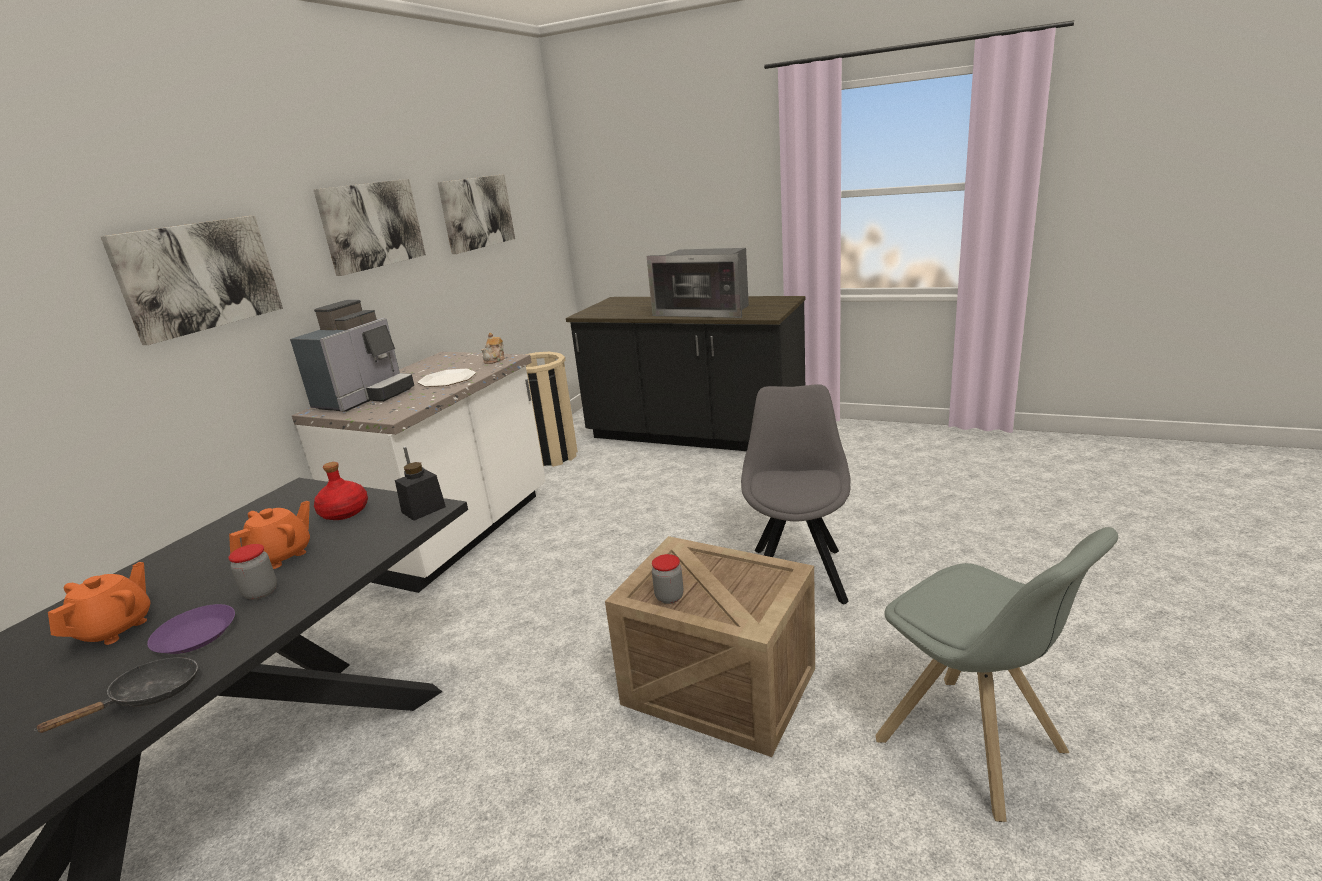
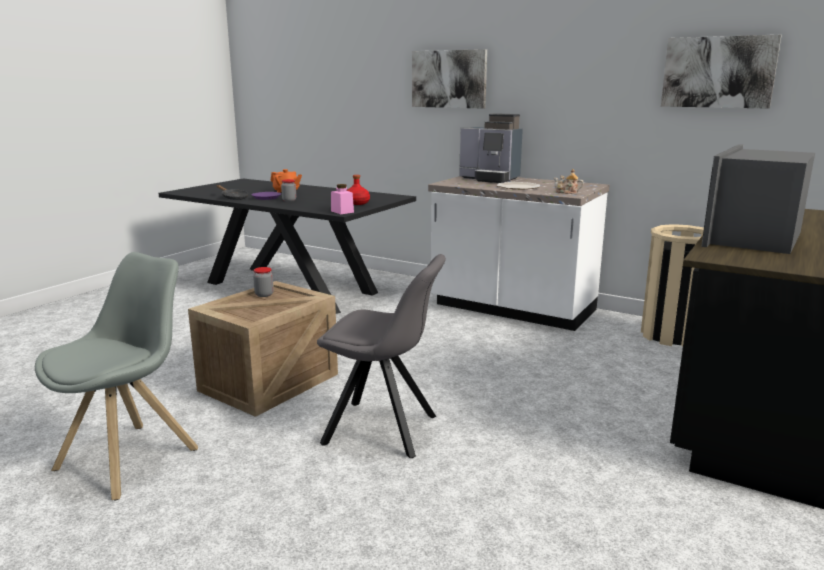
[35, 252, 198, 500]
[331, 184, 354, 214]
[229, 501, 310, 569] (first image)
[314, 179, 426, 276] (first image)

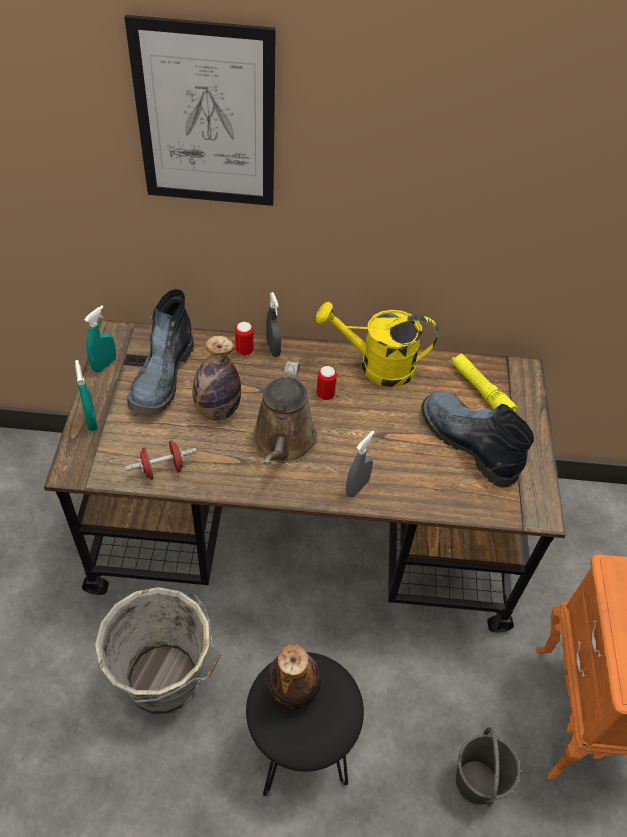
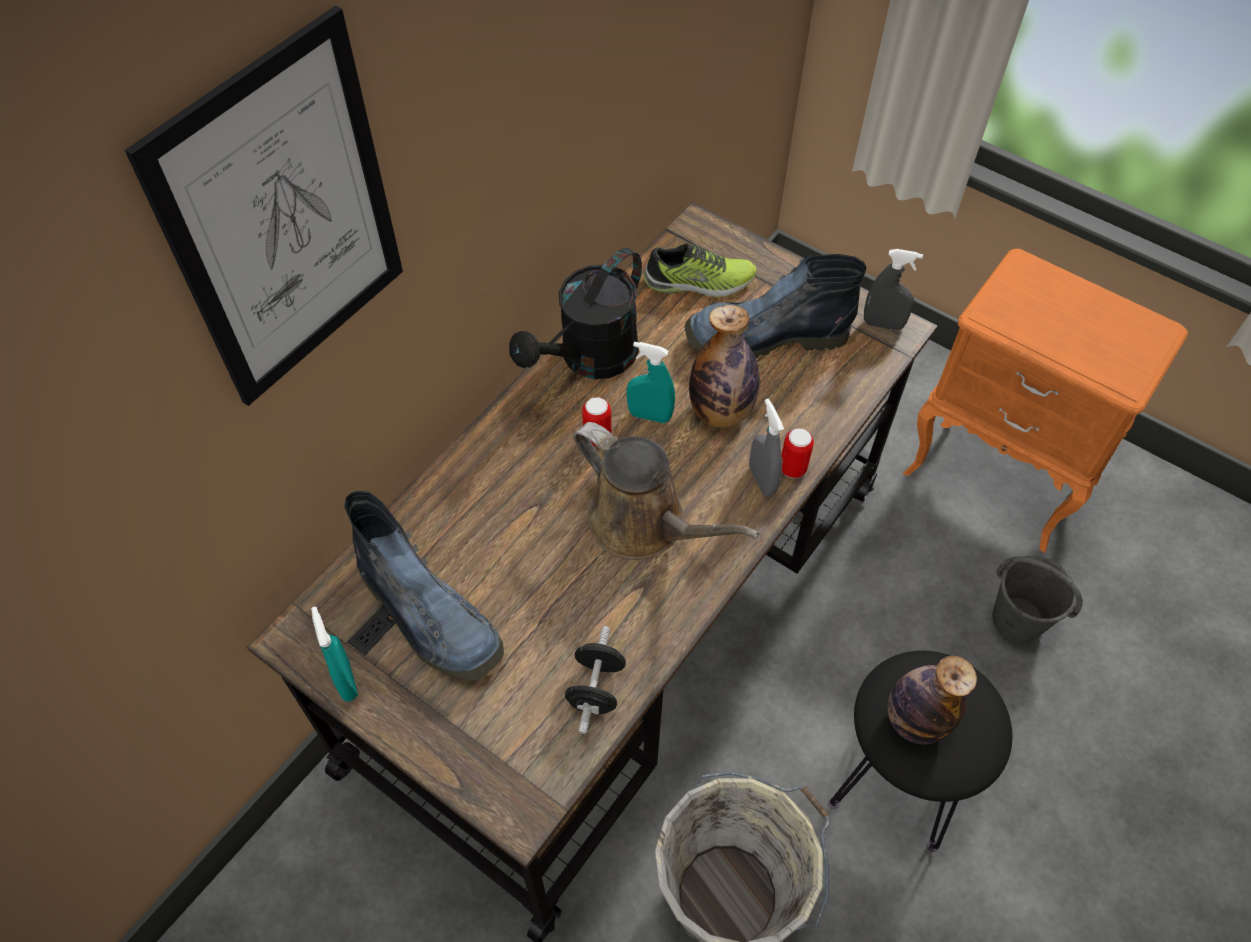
[509, 248, 642, 379]
[565, 626, 626, 734]
[627, 342, 675, 423]
[644, 243, 756, 297]
[689, 305, 760, 427]
[781, 428, 814, 478]
[864, 249, 923, 330]

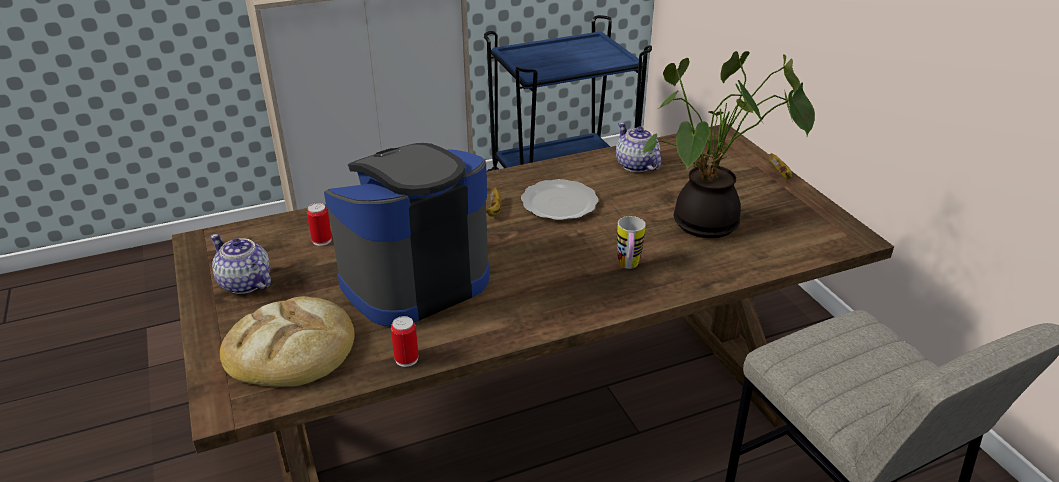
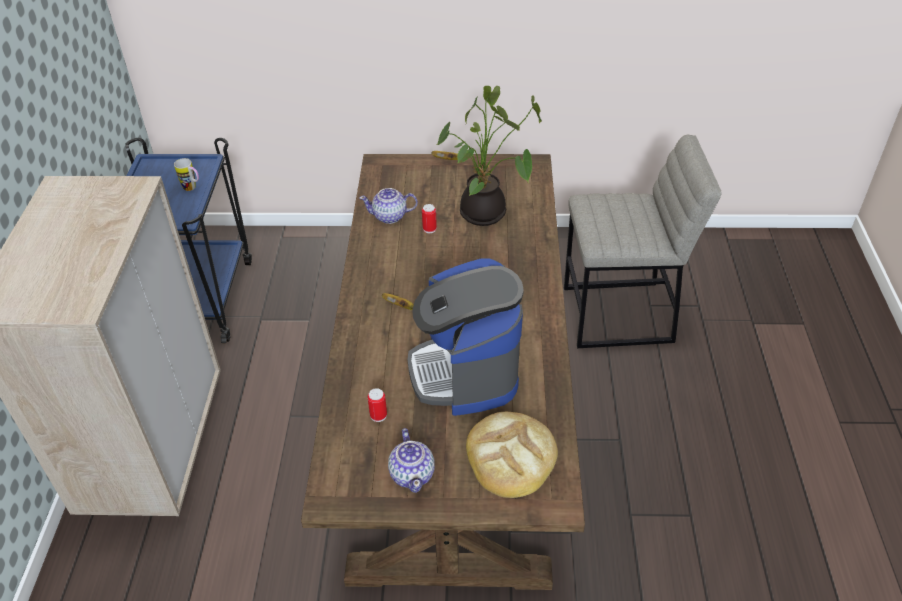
[174, 158, 199, 191]
[388, 428, 435, 493]
[422, 204, 437, 233]
[521, 179, 599, 220] (first image)

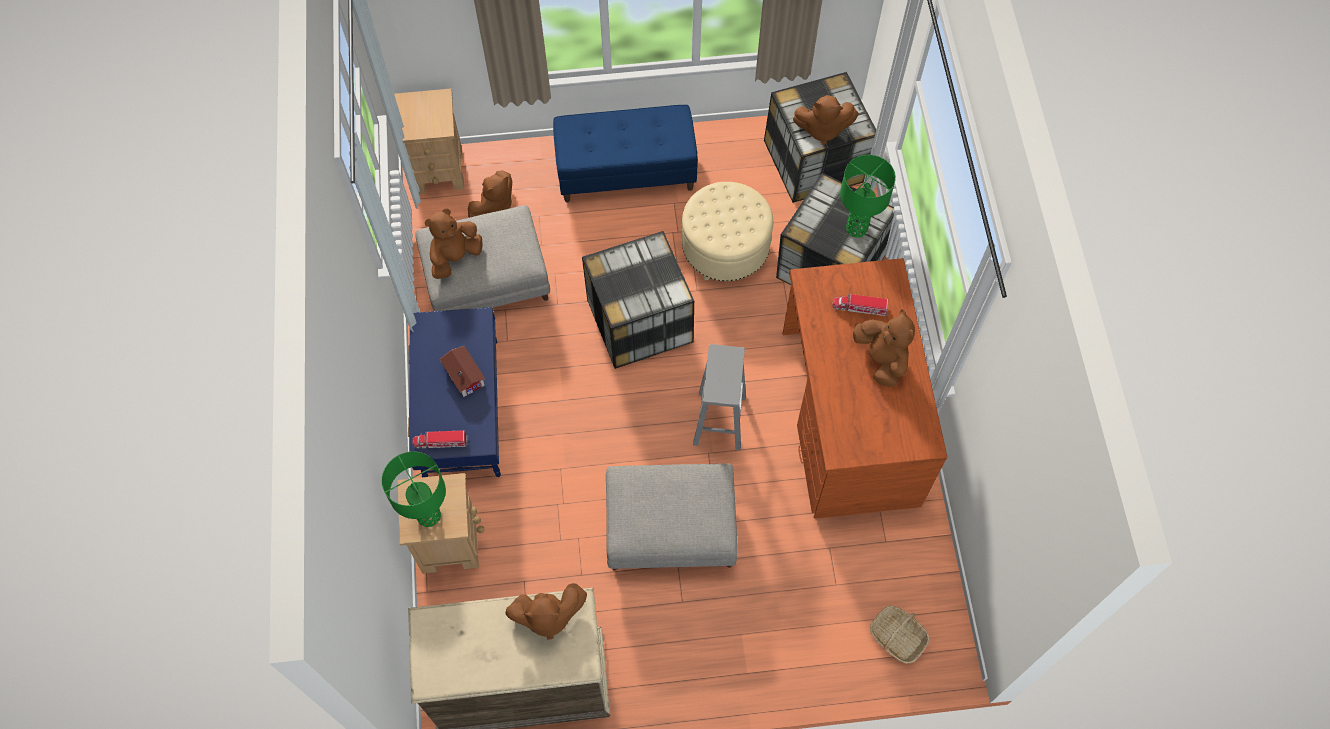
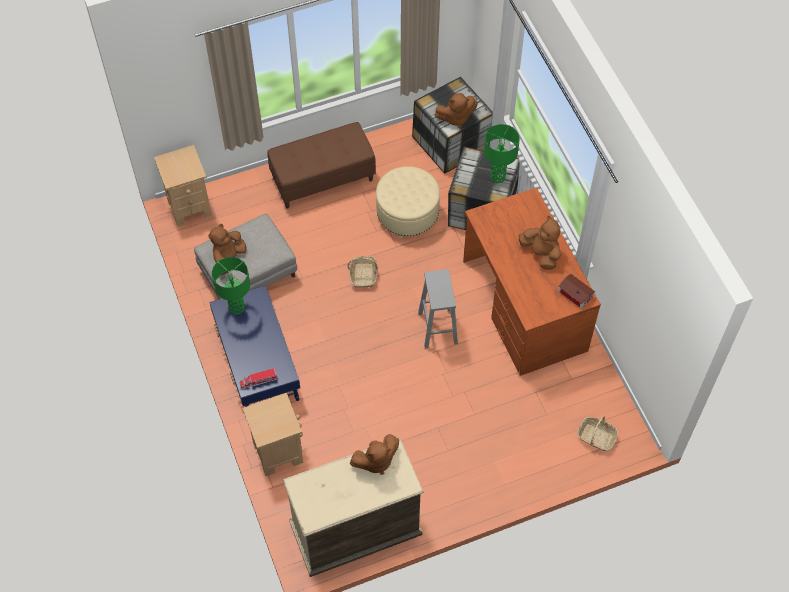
[212, 257, 250, 314]
[267, 122, 376, 208]
[347, 256, 378, 287]
[558, 273, 595, 309]
[468, 170, 512, 218] (first image)
[606, 463, 737, 571] (first image)
[833, 294, 888, 316] (first image)

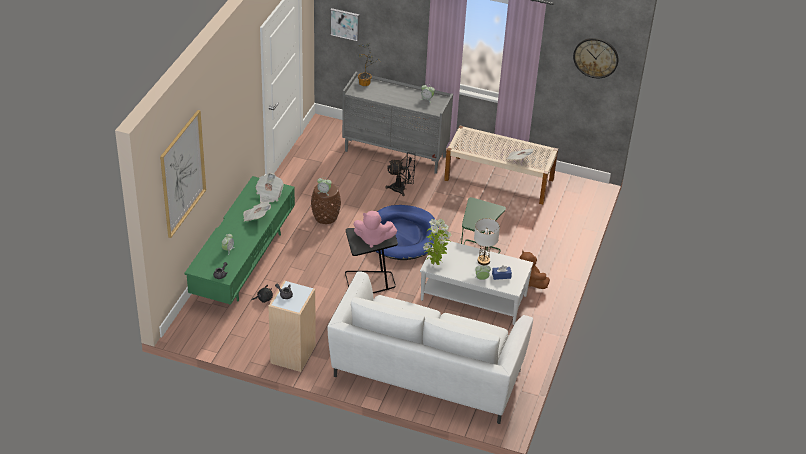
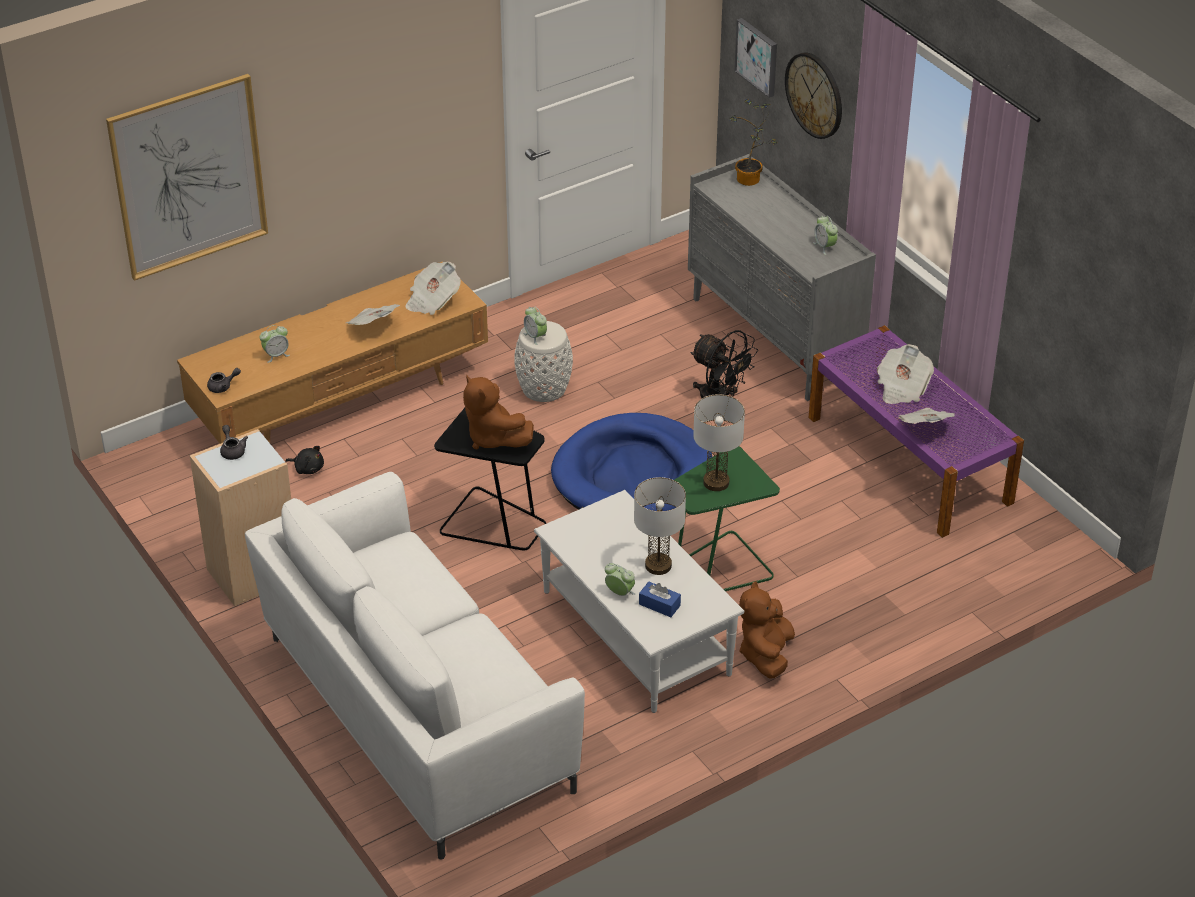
[177, 261, 488, 444]
[463, 375, 534, 449]
[514, 321, 573, 402]
[693, 394, 745, 491]
[785, 53, 842, 139]
[809, 325, 1024, 538]
[877, 344, 934, 404]
[423, 219, 451, 265] (first image)

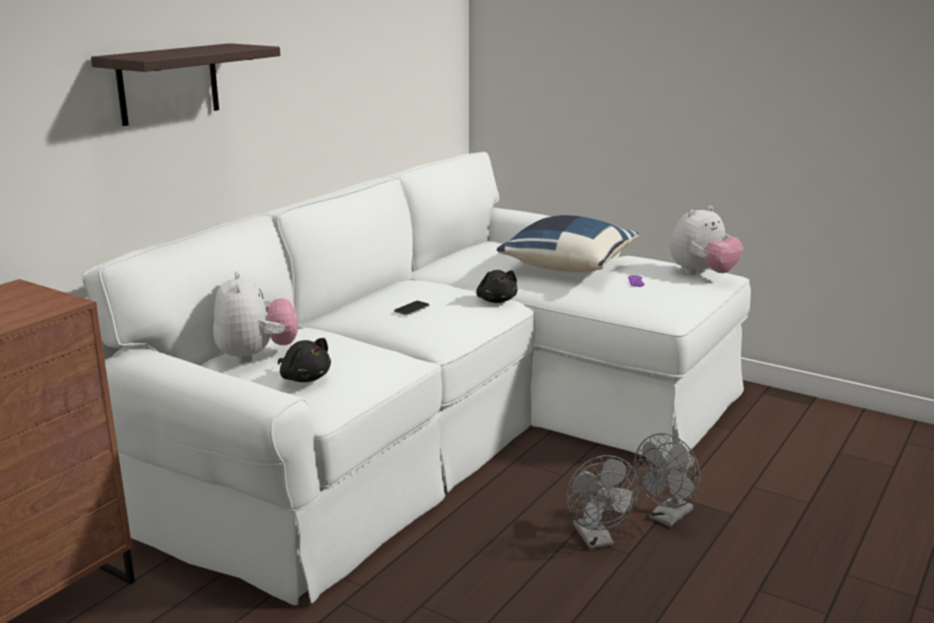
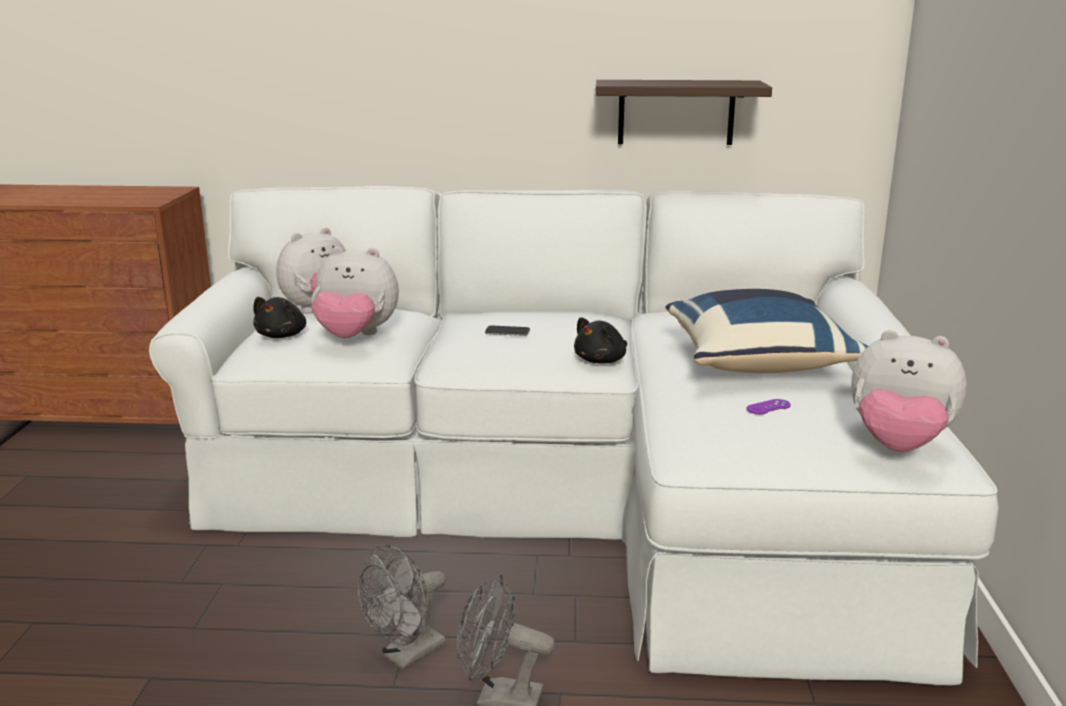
[311, 247, 399, 338]
[596, 80, 772, 145]

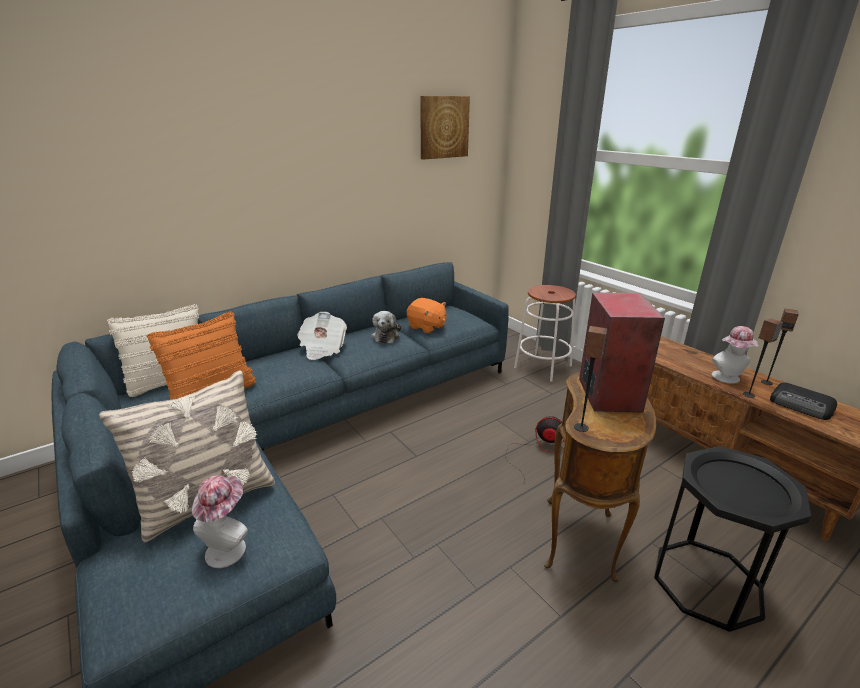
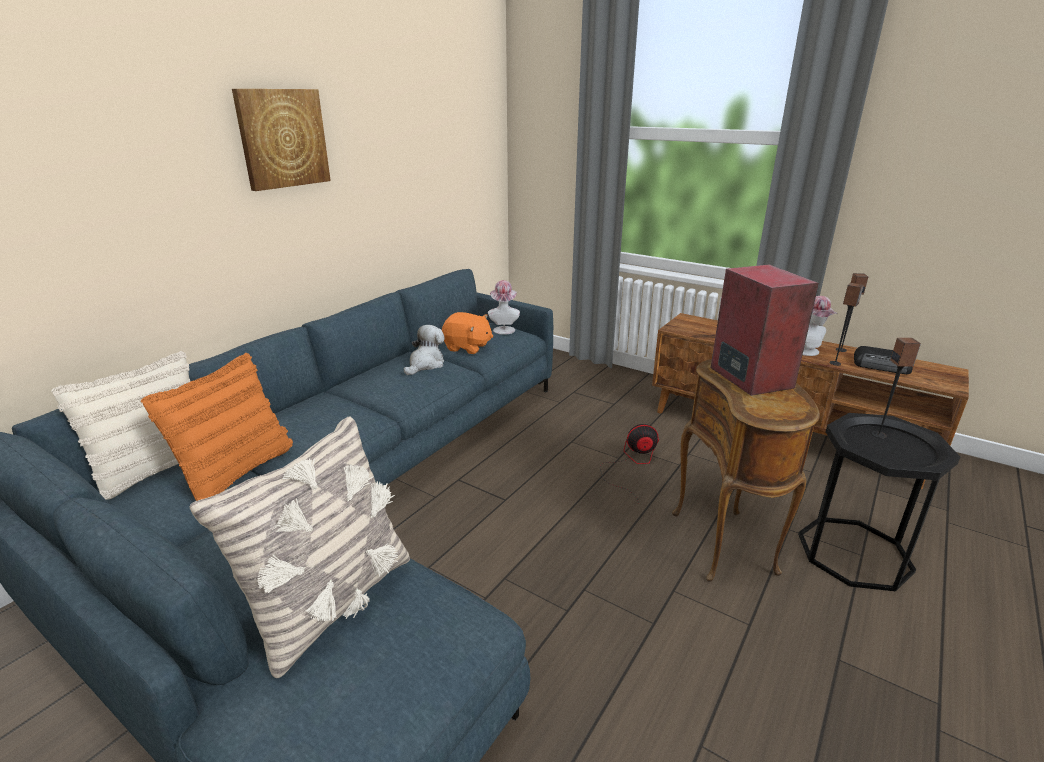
[232, 89, 331, 191]
[404, 325, 444, 375]
[488, 280, 520, 335]
[871, 338, 921, 439]
[297, 312, 347, 360] (first image)
[514, 285, 576, 382] (first image)

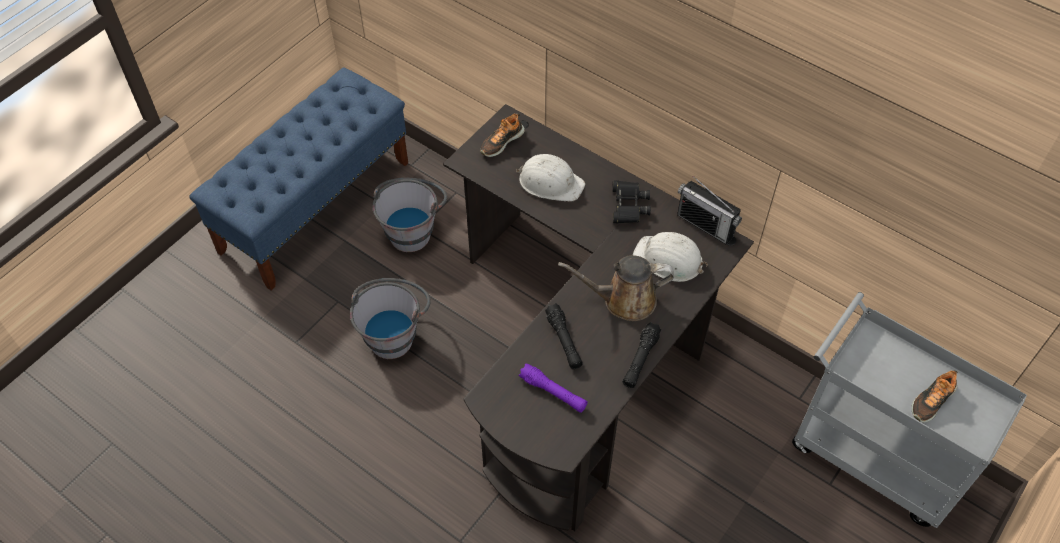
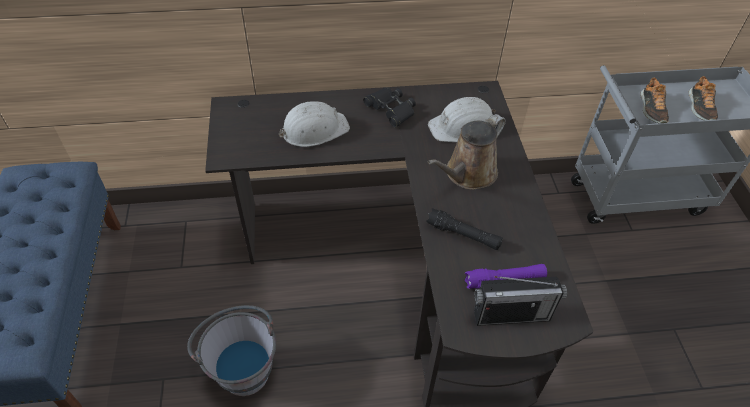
[474, 276, 567, 326]
[640, 77, 669, 123]
[373, 178, 447, 252] (first image)
[623, 322, 661, 388] (first image)

